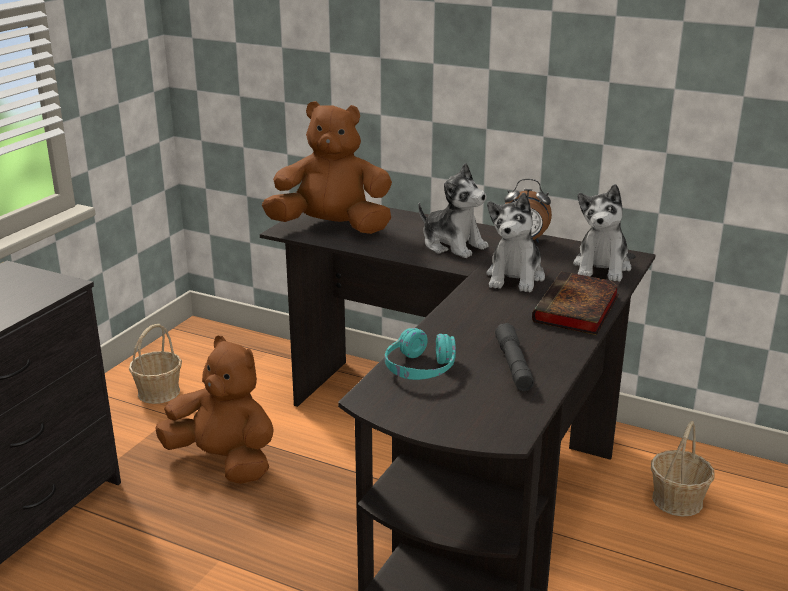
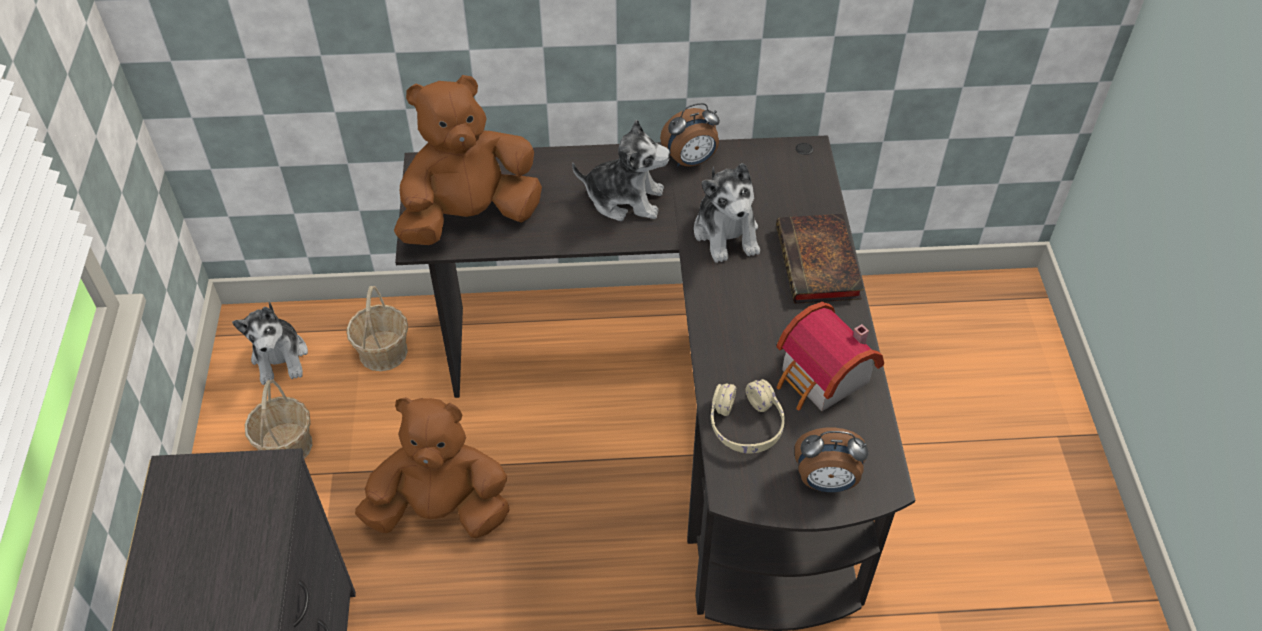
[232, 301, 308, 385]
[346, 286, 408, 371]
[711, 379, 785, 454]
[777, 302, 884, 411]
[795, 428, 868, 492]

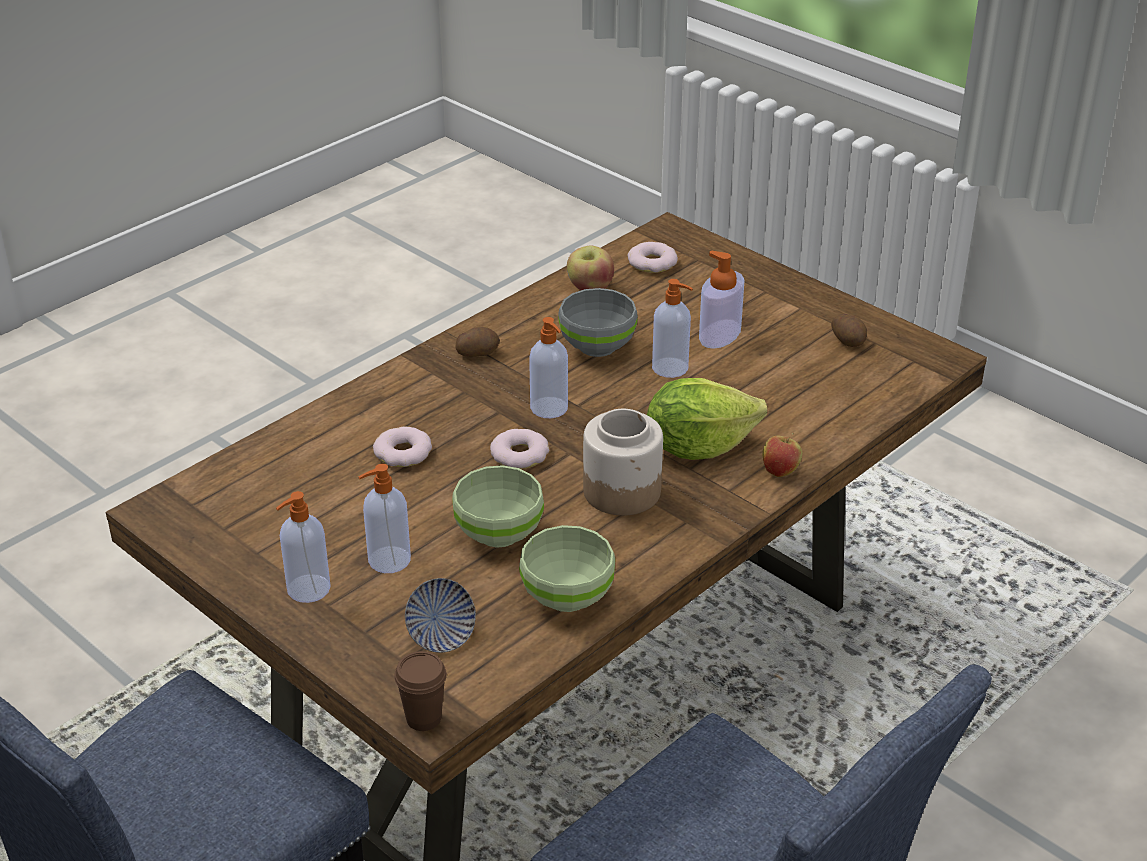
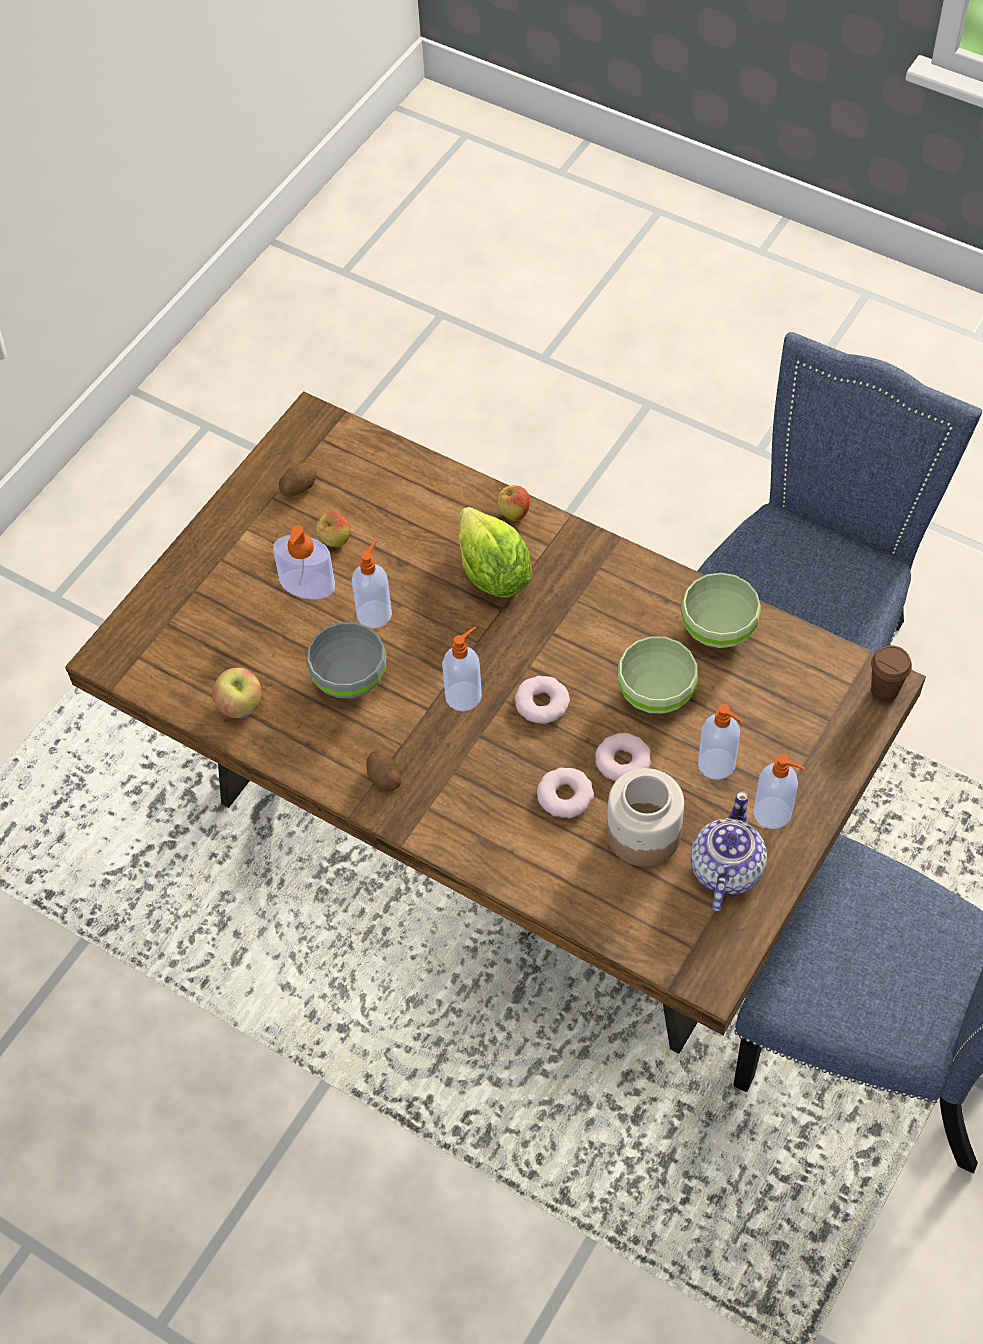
[316, 512, 350, 547]
[595, 733, 651, 781]
[607, 768, 684, 867]
[690, 791, 767, 912]
[405, 578, 476, 653] (first image)

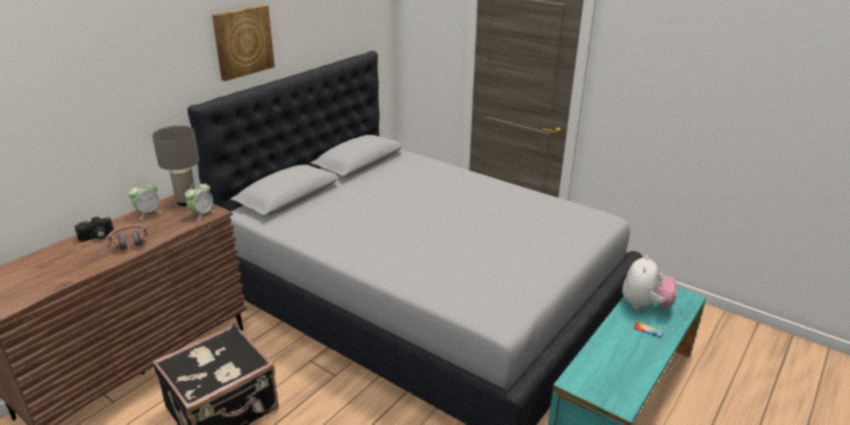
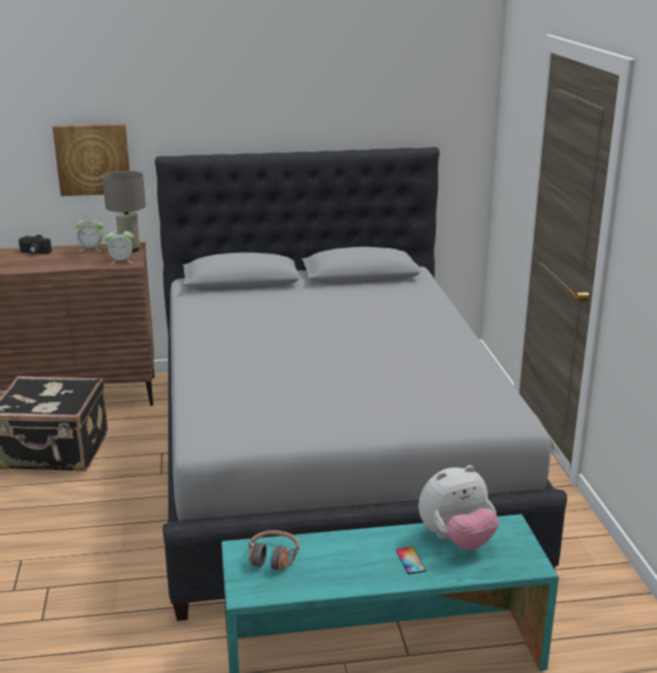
[52, 124, 130, 196]
[249, 530, 299, 571]

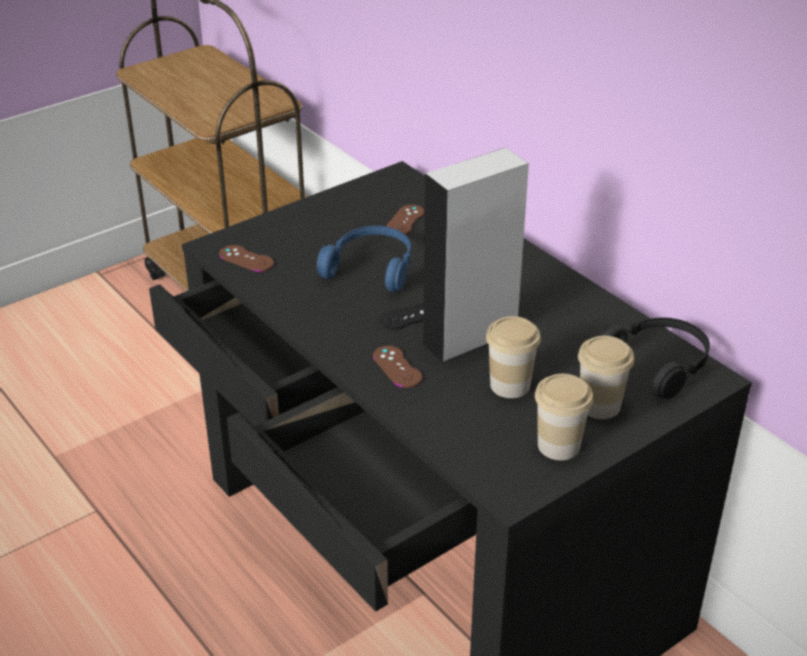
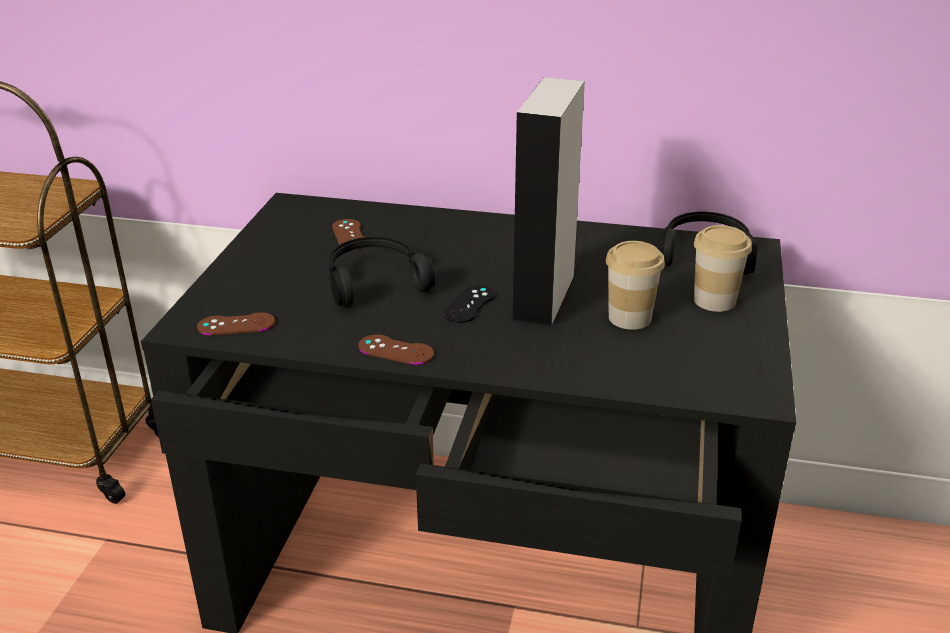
[329, 237, 435, 307]
[358, 335, 434, 365]
[535, 374, 593, 460] (first image)

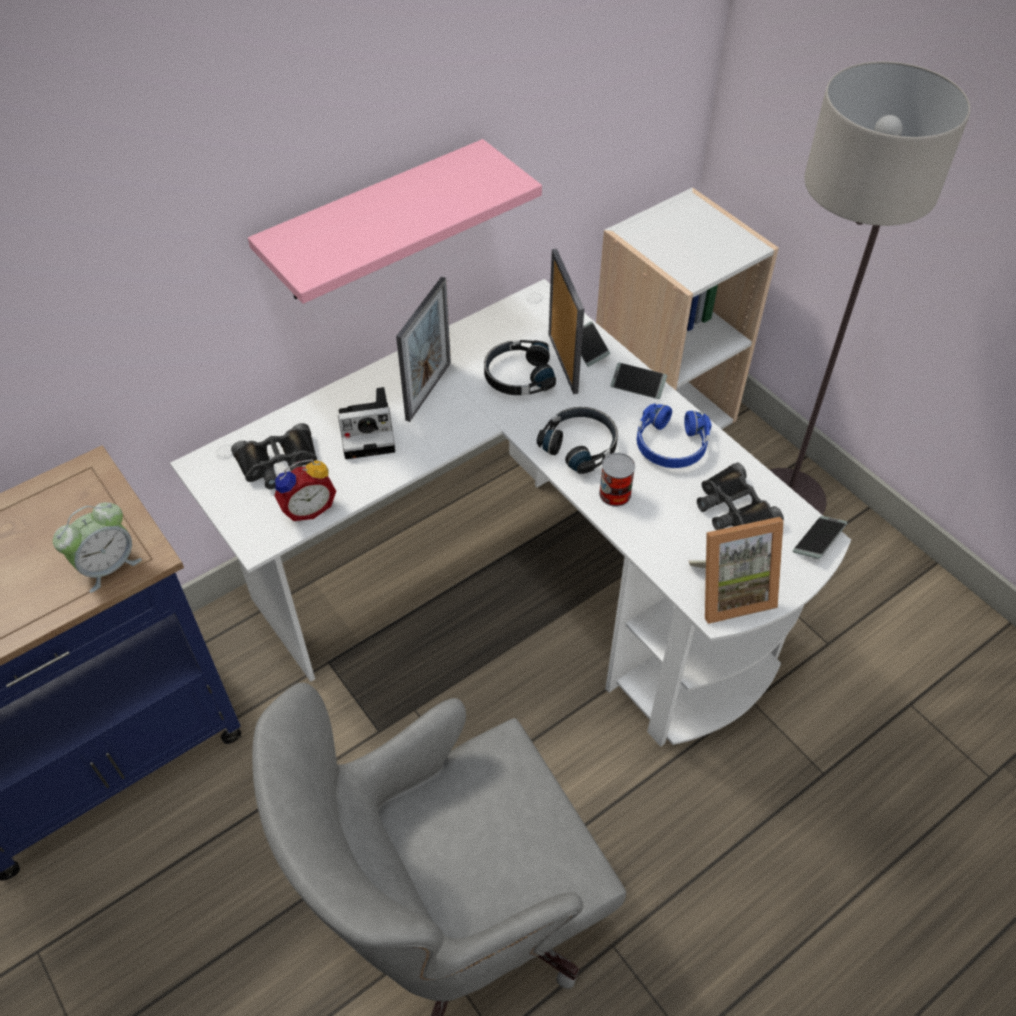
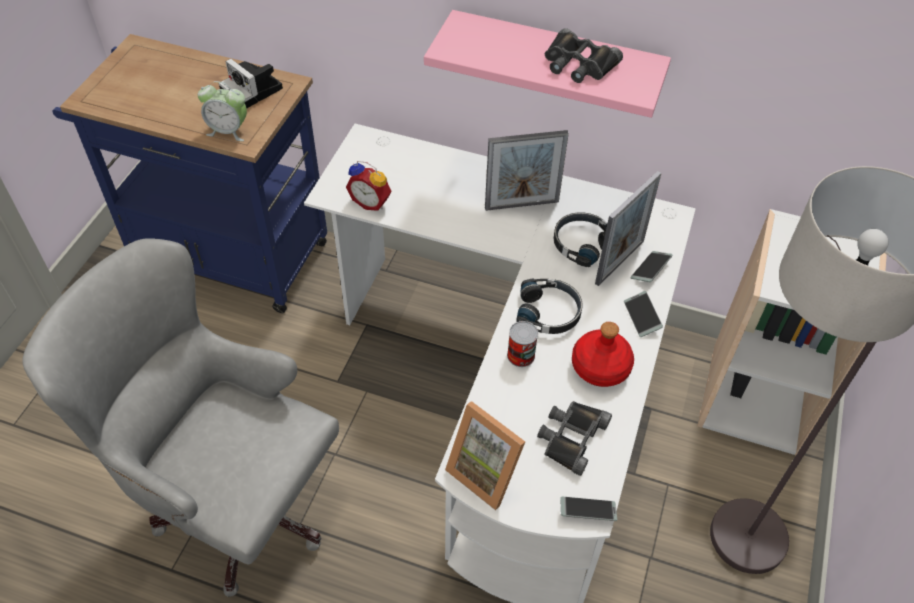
[219, 58, 283, 109]
[545, 28, 623, 83]
[572, 322, 634, 387]

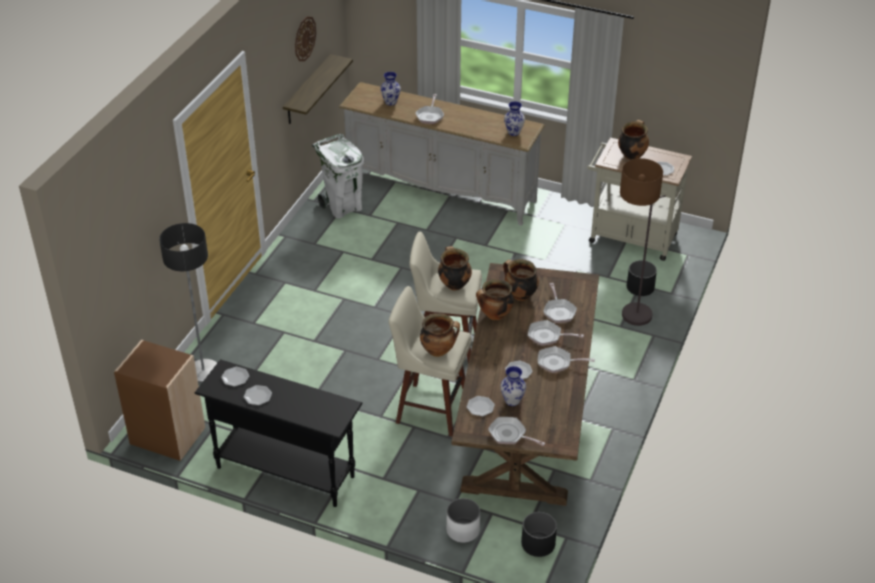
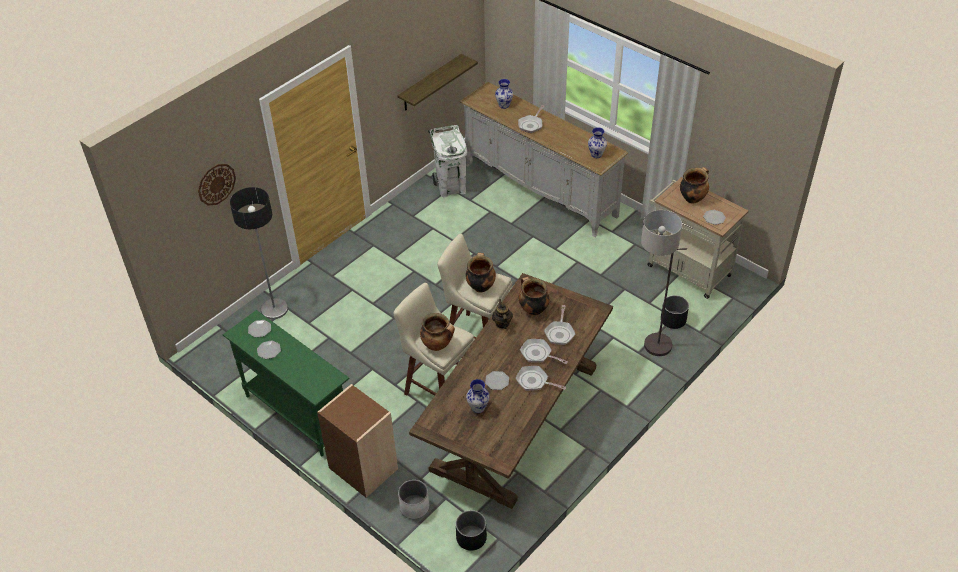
[198, 164, 236, 206]
[223, 310, 349, 456]
[317, 384, 398, 498]
[492, 299, 513, 329]
[641, 210, 687, 356]
[467, 396, 495, 416] (first image)
[488, 417, 545, 446] (first image)

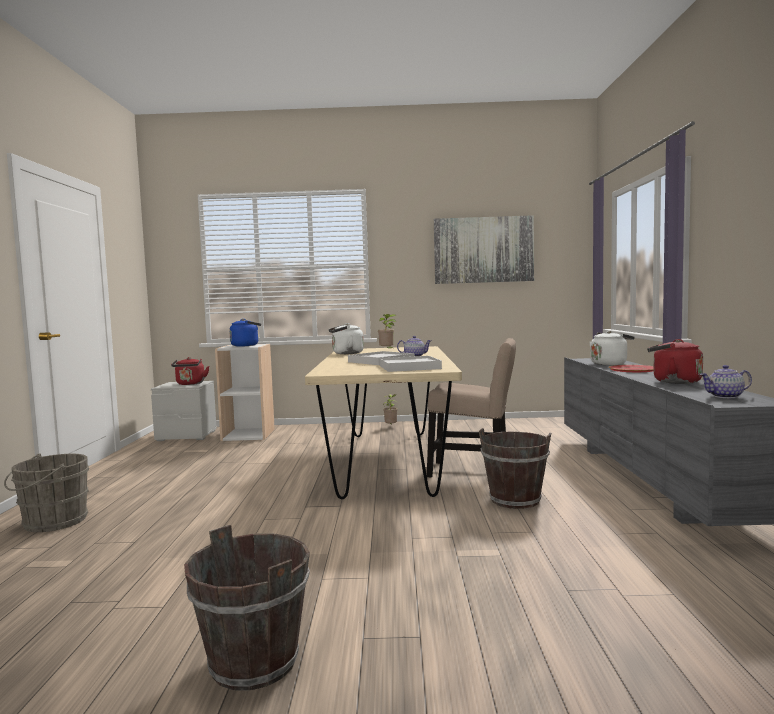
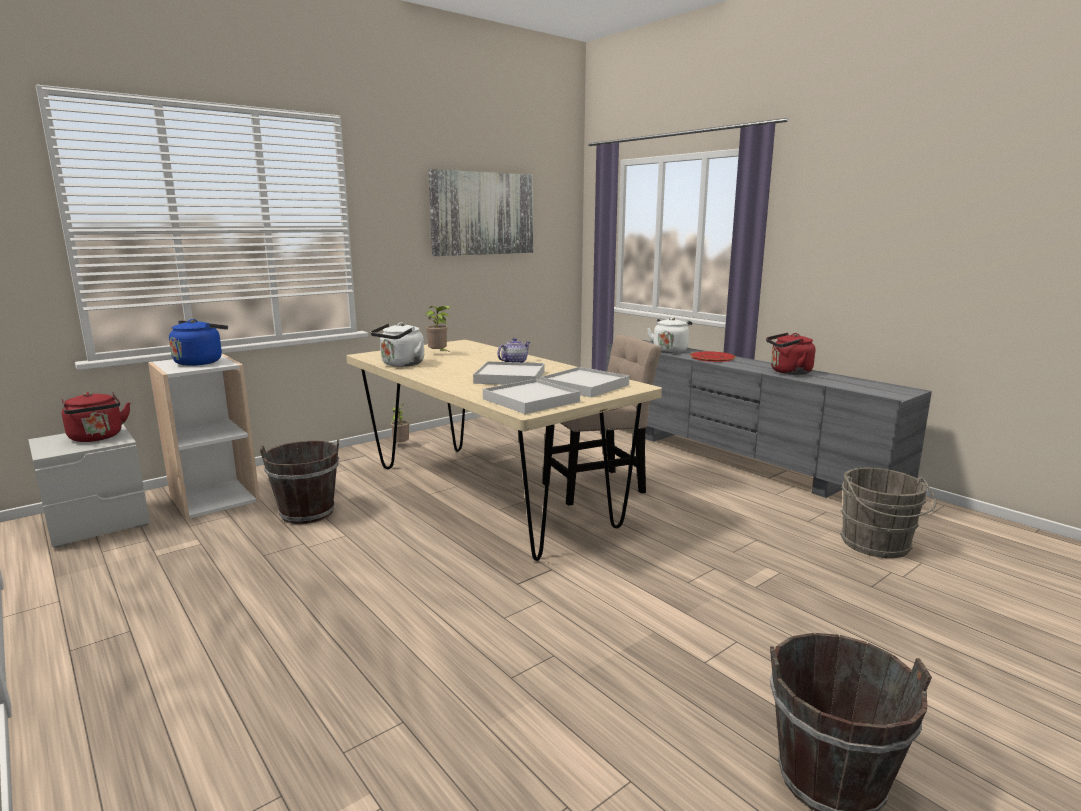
[260, 439, 339, 524]
[483, 379, 580, 414]
[840, 468, 936, 558]
[700, 365, 752, 398] (first image)

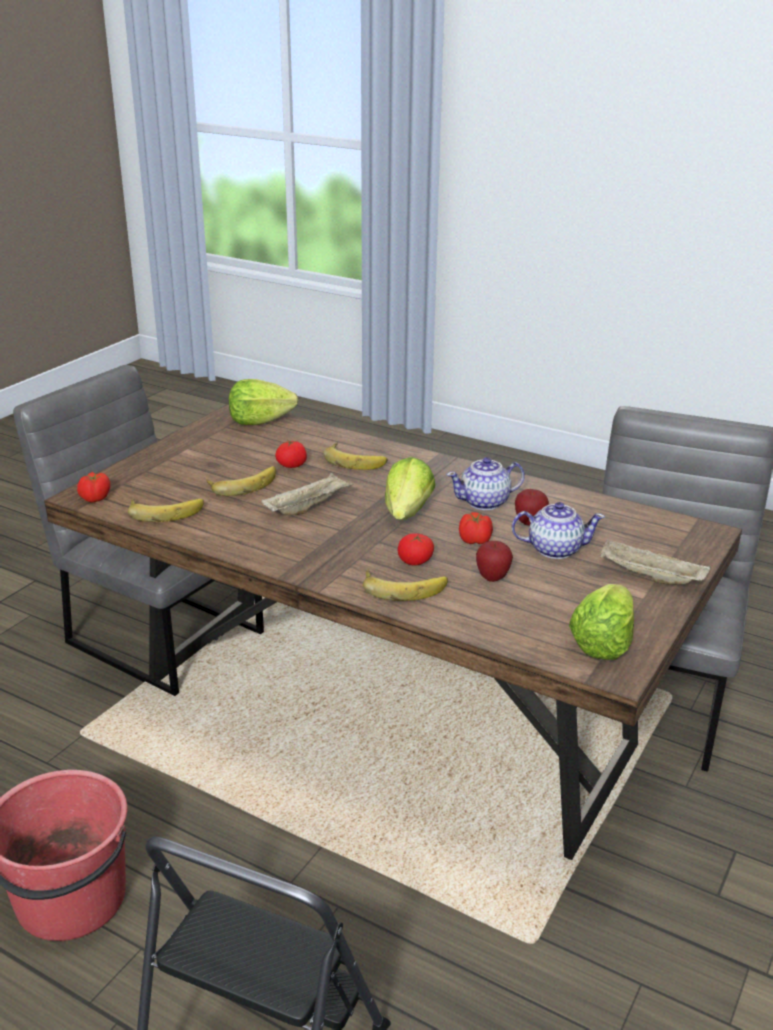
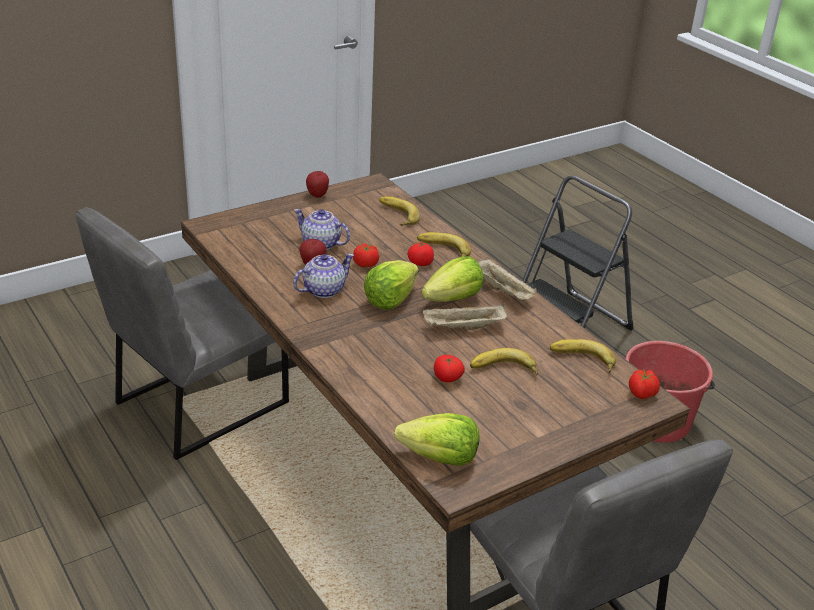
[293, 253, 354, 298]
[306, 171, 329, 198]
[379, 197, 420, 226]
[422, 256, 484, 302]
[477, 258, 537, 300]

